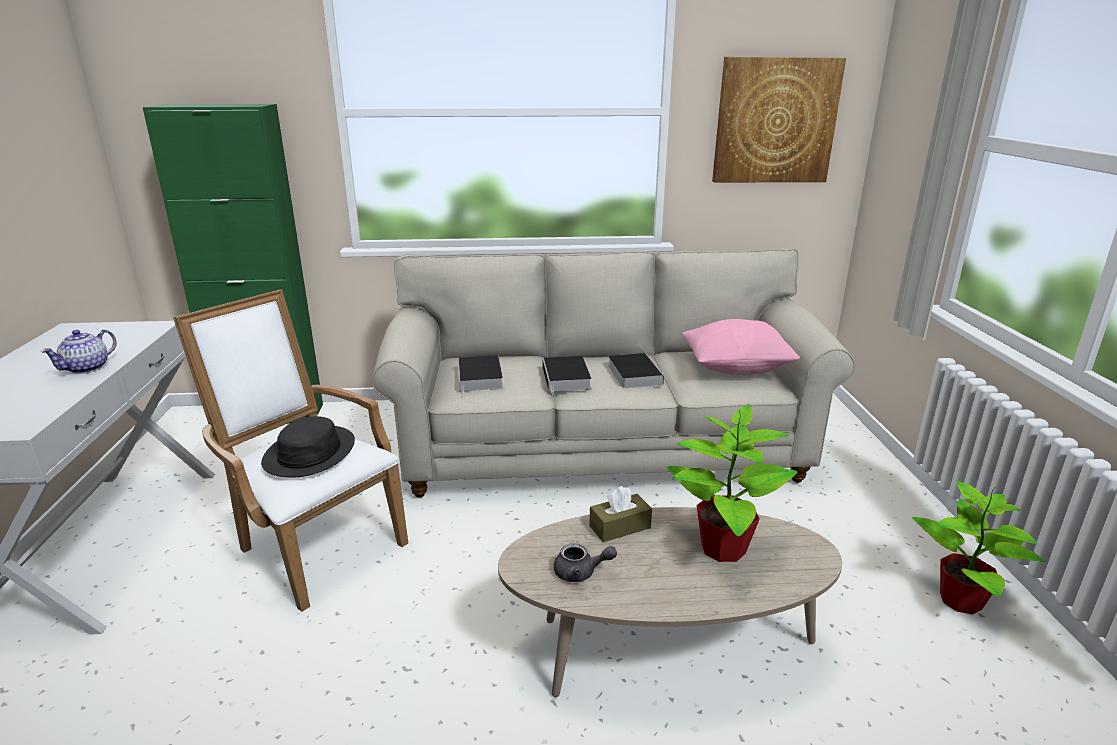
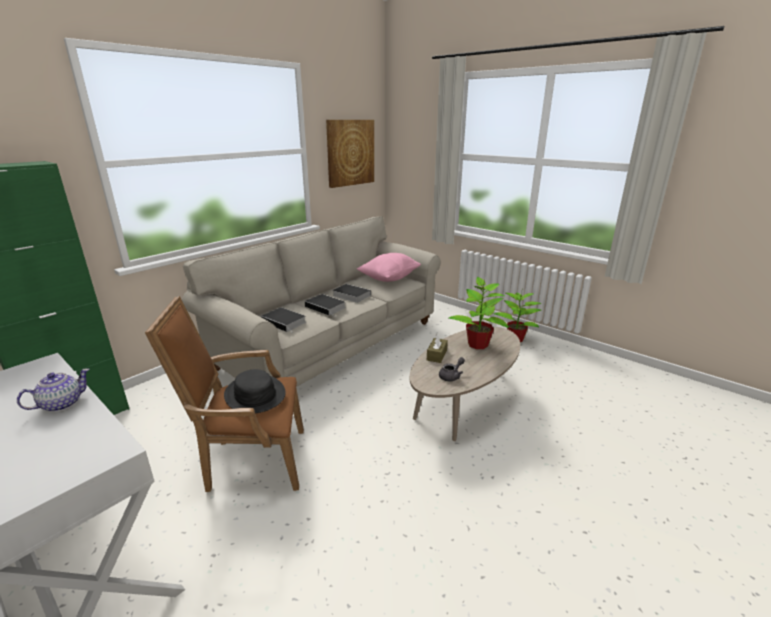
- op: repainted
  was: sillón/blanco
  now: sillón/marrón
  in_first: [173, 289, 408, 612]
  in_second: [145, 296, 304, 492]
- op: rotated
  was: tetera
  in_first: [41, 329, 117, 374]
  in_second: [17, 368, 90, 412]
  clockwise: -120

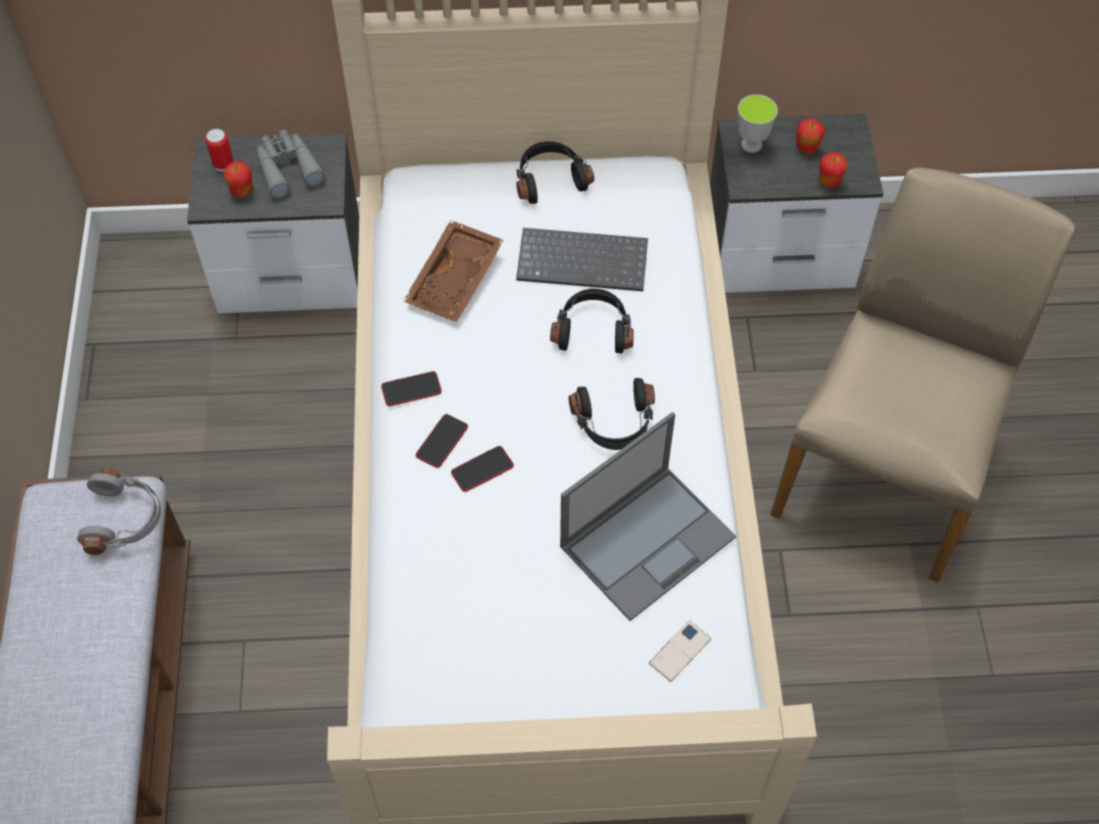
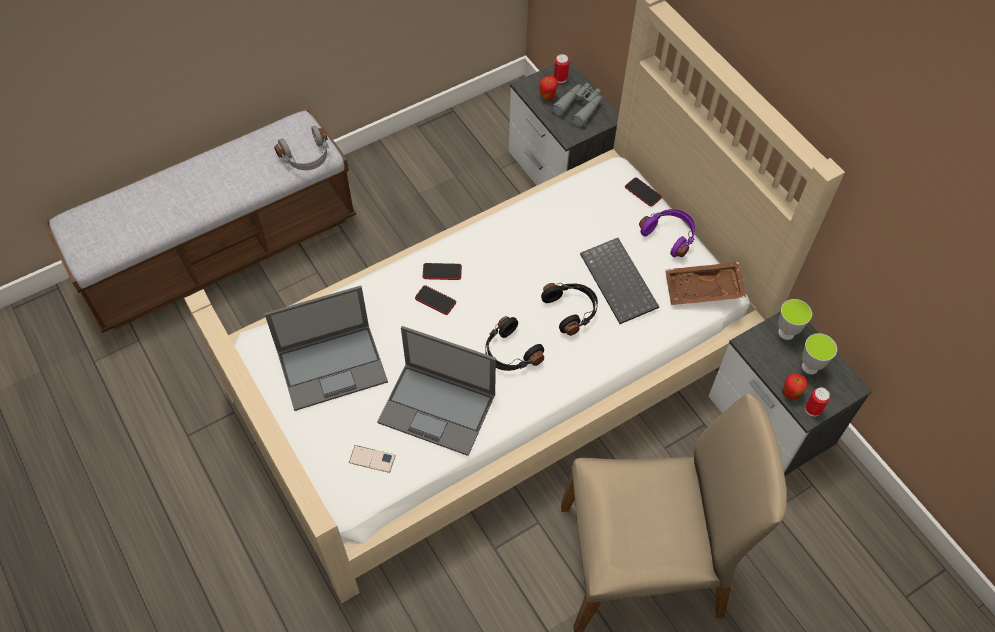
- op: new
  now: portátil
  in_second: [264, 286, 388, 411]
- op: new
  now: lata
  in_second: [805, 387, 830, 417]
- op: shifted
  was: móvil
  in_first: [381, 371, 442, 406]
  in_second: [625, 177, 662, 207]
- op: shifted
  was: bandeja/marrón
  in_first: [403, 220, 504, 322]
  in_second: [665, 262, 746, 305]
- op: swapped
  was: manzana
  now: taza
  in_first: [796, 118, 825, 154]
  in_second: [802, 333, 837, 375]
- op: repainted
  was: auriculares/negro
  now: auriculares/morado
  in_first: [516, 141, 594, 204]
  in_second: [639, 209, 695, 257]

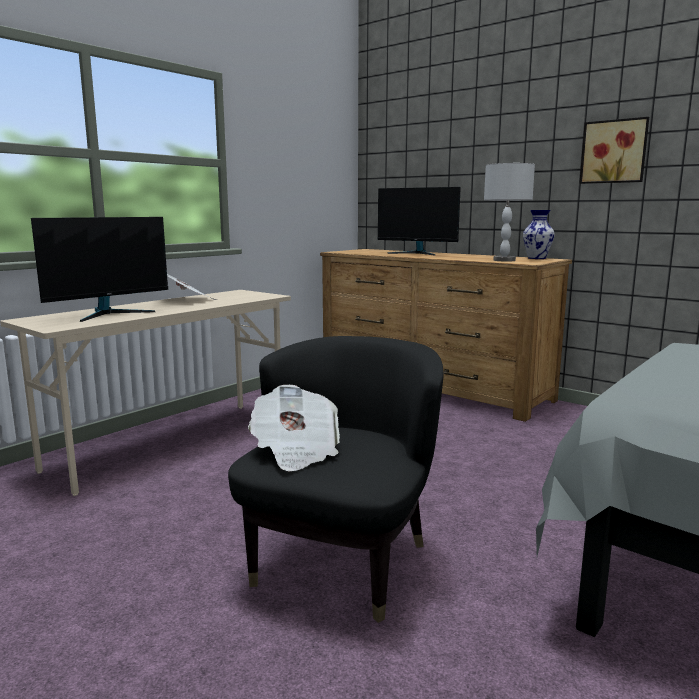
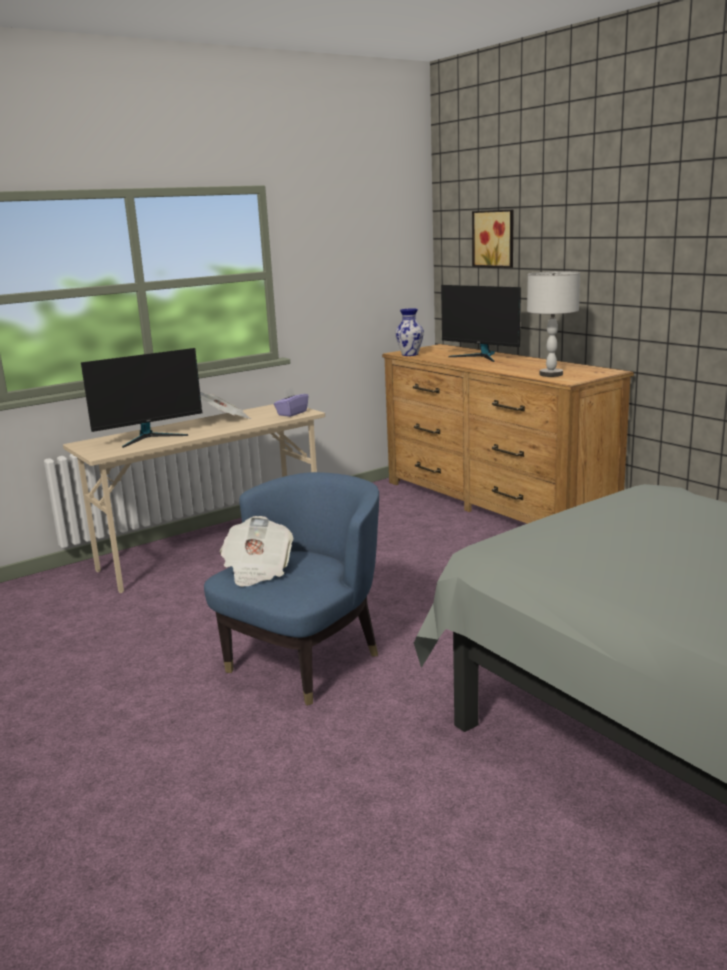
- op: new
  now: caja de pañuelos/morado
  in_second: [274, 387, 309, 417]
- op: shifted
  was: florero
  in_first: [523, 210, 555, 259]
  in_second: [395, 308, 424, 356]
- op: shifted
  was: cuadro
  in_first: [579, 117, 649, 184]
  in_second: [472, 210, 514, 268]
- op: repainted
  was: sillón/negro
  now: sillón/azul
  in_first: [228, 336, 444, 623]
  in_second: [204, 472, 379, 705]

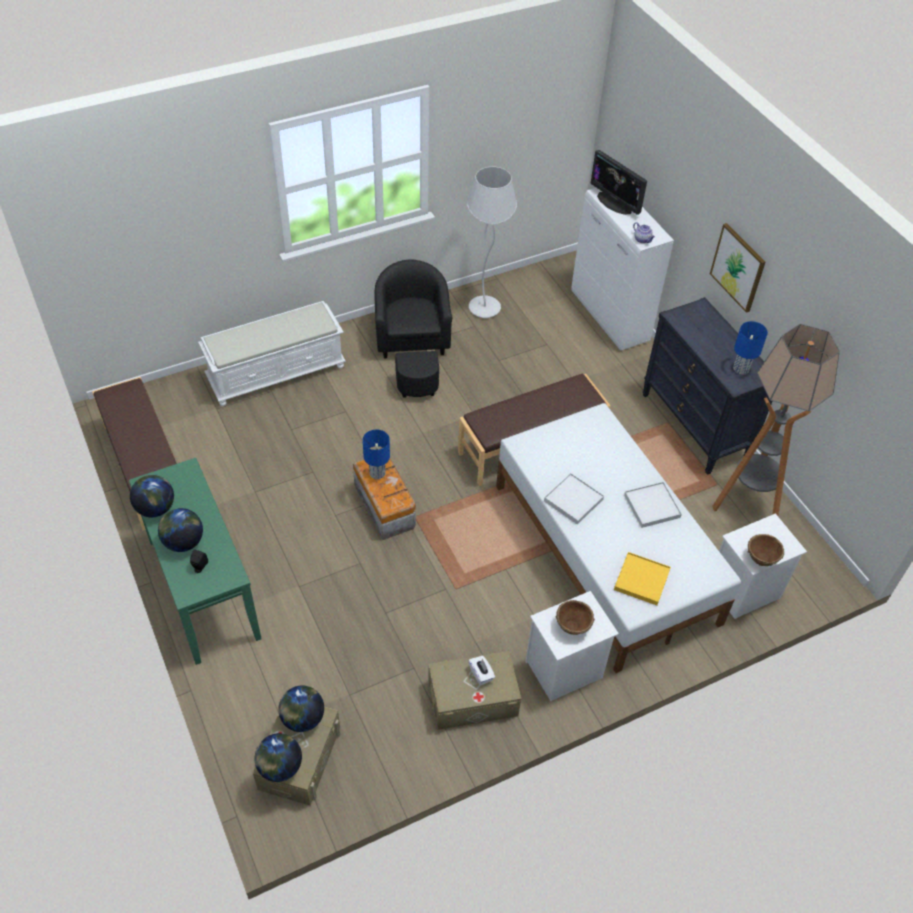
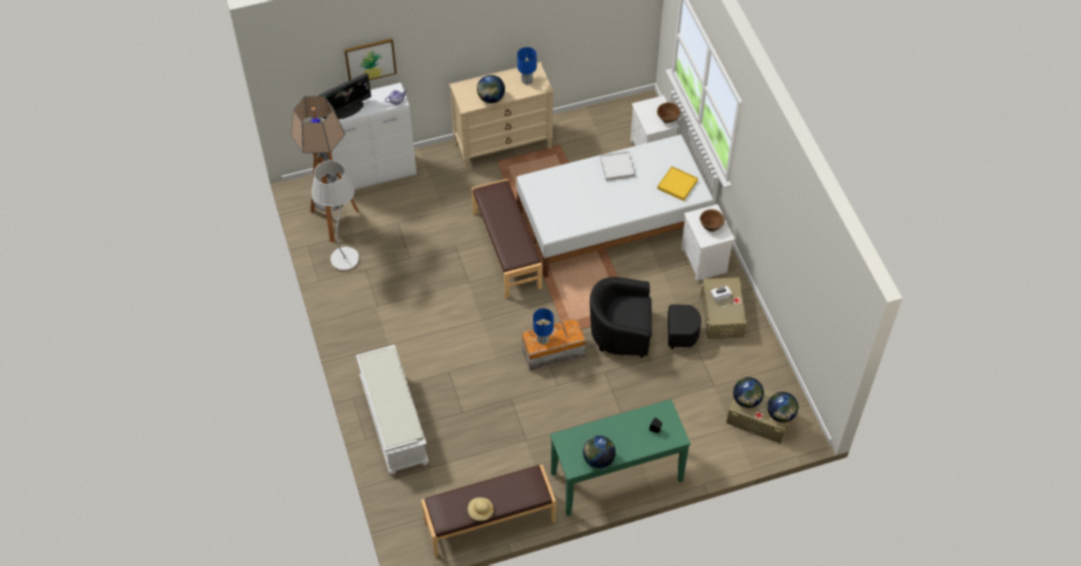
- op: gone
  was: bandeja/blanco
  in_first: [544, 473, 604, 525]
- op: new
  now: sombrero/beis
  in_second: [468, 497, 494, 521]
- op: shifted
  was: globo terráqueo
  in_first: [158, 508, 203, 552]
  in_second: [477, 75, 505, 103]
- op: shifted
  was: sillón/negro
  in_first: [374, 260, 452, 398]
  in_second: [590, 277, 701, 358]
- op: shifted
  was: cuadro
  in_first: [710, 223, 765, 313]
  in_second: [344, 38, 397, 81]
- op: shifted
  was: lámpara de pie
  in_first: [712, 324, 840, 516]
  in_second: [291, 96, 359, 242]
- op: repainted
  was: cómoda/negro
  now: cómoda/beis
  in_first: [643, 297, 772, 475]
  in_second: [449, 62, 554, 170]

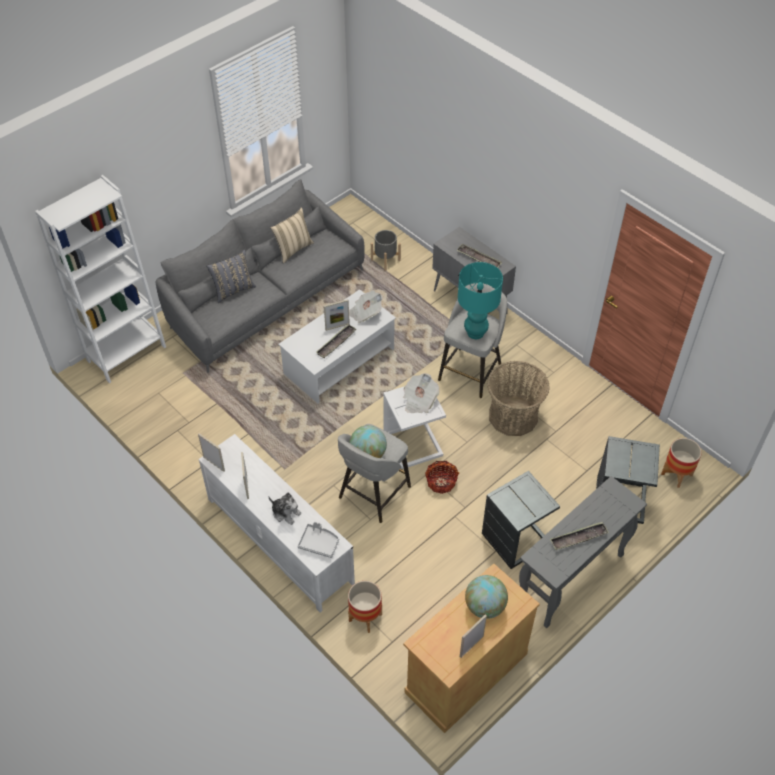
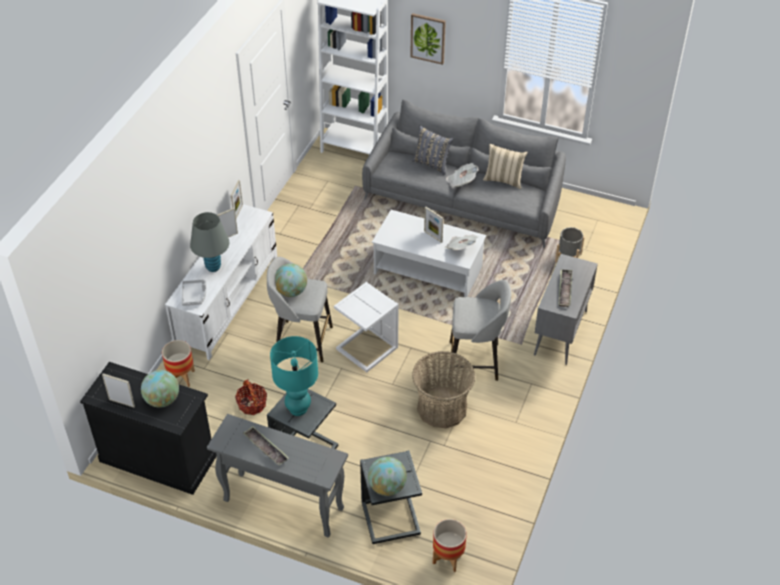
- op: gone
  was: bandeja
  in_first: [316, 324, 356, 358]
- op: new
  now: globo terráqueo
  in_second: [368, 457, 407, 496]
- op: new
  now: cuadro
  in_second: [410, 13, 446, 65]
- op: shifted
  was: periódico
  in_first: [403, 373, 440, 413]
  in_second: [446, 163, 479, 188]
- op: shifted
  was: cesta
  in_first: [425, 461, 459, 494]
  in_second: [235, 380, 267, 415]
- op: shifted
  was: lámpara de mesa/turquesa
  in_first: [458, 262, 503, 339]
  in_second: [270, 336, 318, 416]
- op: swapped
  was: peluche
  now: lámpara de mesa/gris
  in_first: [268, 492, 301, 525]
  in_second: [190, 212, 229, 272]
- op: repainted
  was: armario/beis
  now: armario/negro
  in_first: [403, 563, 540, 733]
  in_second: [80, 362, 217, 495]

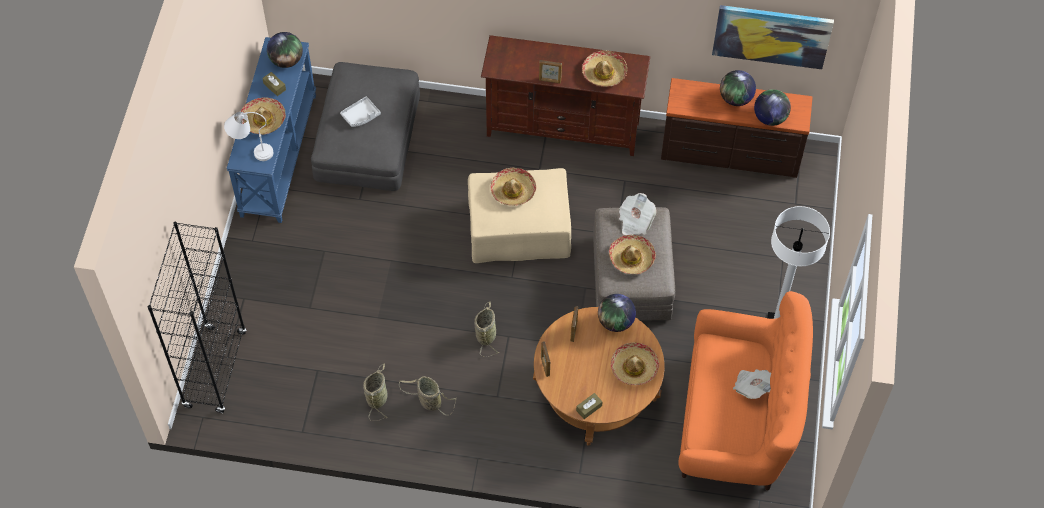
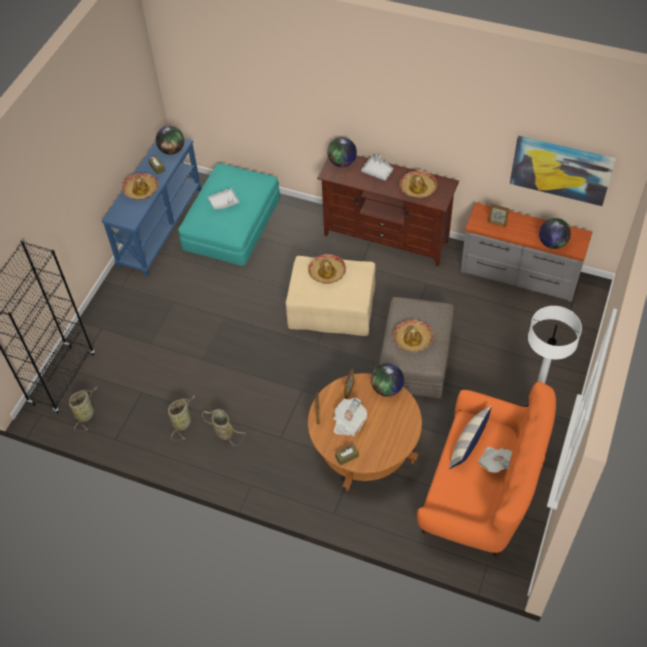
- op: gone
  was: lámpara de mesa/blanco
  in_first: [224, 112, 273, 161]
- op: gone
  was: sombrero
  in_first: [611, 342, 659, 385]
- op: new
  now: bandeja/gris
  in_second: [361, 154, 393, 180]
- op: new
  now: cojín
  in_second: [449, 406, 492, 469]
- op: shifted
  was: cesta
  in_first: [474, 302, 499, 357]
  in_second: [69, 387, 97, 432]
- op: shifted
  was: portarretratos
  in_first: [539, 60, 562, 83]
  in_second: [488, 204, 509, 227]
- op: shifted
  was: periódico
  in_first: [619, 193, 657, 235]
  in_second: [333, 398, 367, 436]
- op: shifted
  was: globo terráqueo
  in_first: [720, 70, 756, 106]
  in_second: [327, 137, 357, 167]
- op: repainted
  was: puf/gris
  now: puf/turquesa
  in_first: [311, 62, 420, 191]
  in_second: [178, 164, 280, 265]
- op: repainted
  was: cómoda/marrón
  now: cómoda/gris
  in_first: [661, 78, 813, 178]
  in_second: [460, 203, 592, 302]

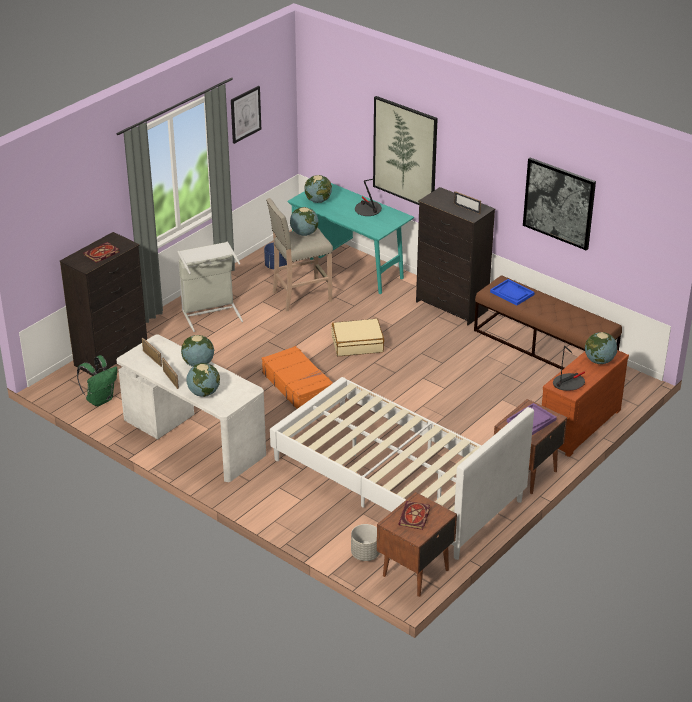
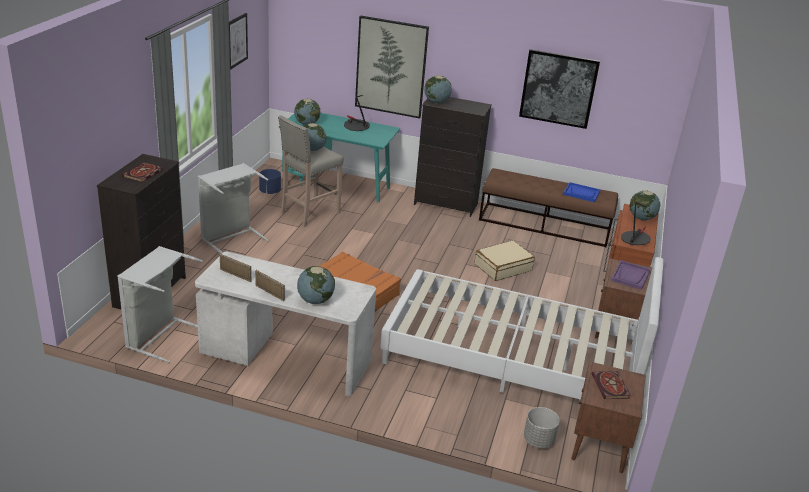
- op: gone
  was: portarretratos
  in_first: [454, 191, 481, 214]
- op: shifted
  was: globo terráqueo
  in_first: [181, 335, 214, 367]
  in_second: [424, 76, 452, 104]
- op: shifted
  was: maleta/beis
  in_first: [332, 318, 384, 356]
  in_second: [475, 240, 535, 281]
- op: shifted
  was: bandeja/azul
  in_first: [490, 279, 535, 306]
  in_second: [563, 182, 600, 202]
- op: swapped
  was: mochila/verde
  now: cesto de la ropa/gris
  in_first: [77, 355, 117, 406]
  in_second: [117, 246, 203, 363]

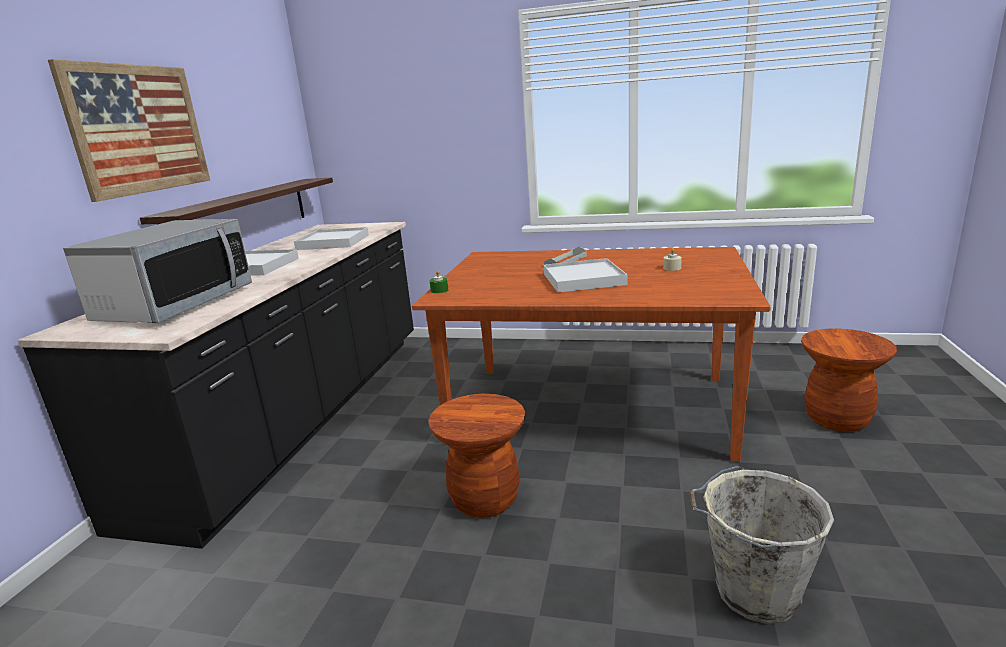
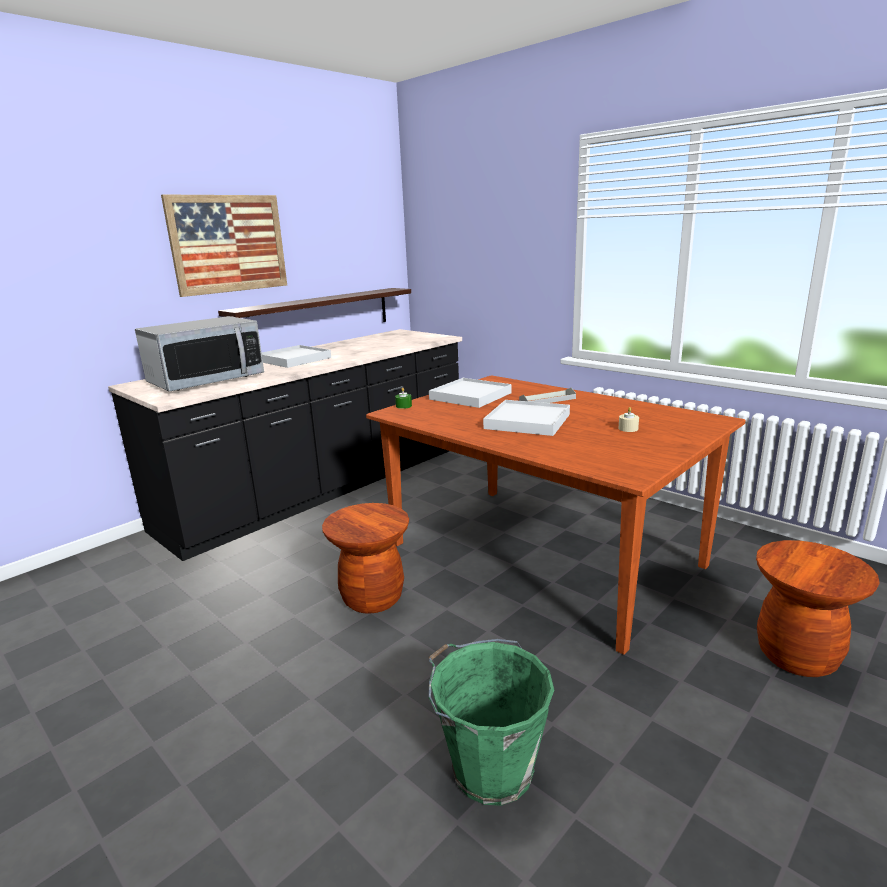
- op: shifted
  was: bandeja/blanco
  in_first: [294, 227, 369, 250]
  in_second: [429, 378, 512, 408]
- op: repainted
  was: cubo/gris
  now: cubo/verde
  in_first: [689, 466, 834, 624]
  in_second: [428, 639, 554, 806]

